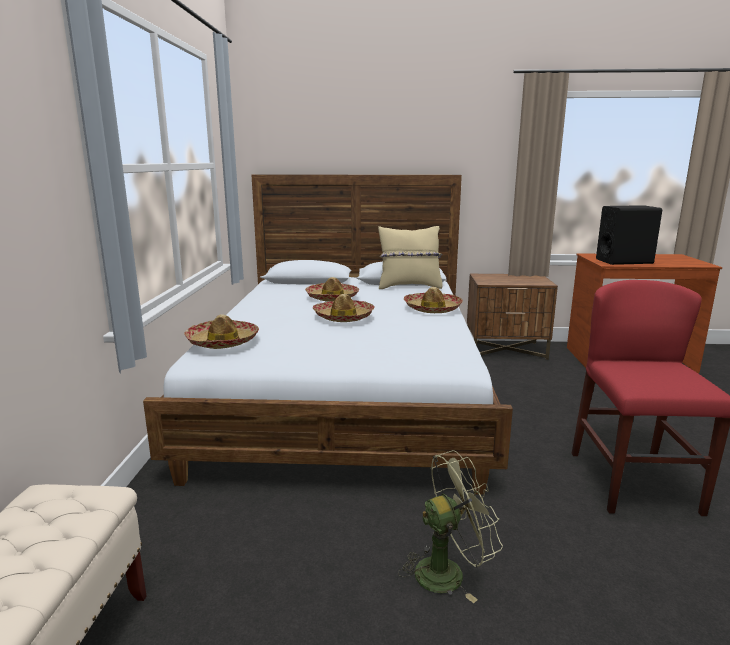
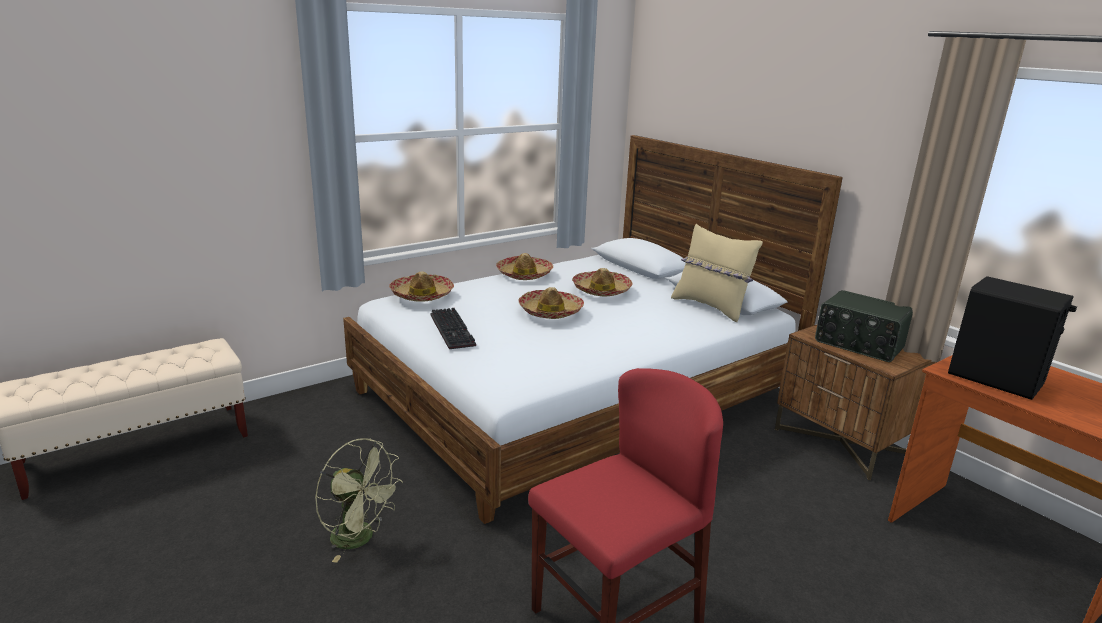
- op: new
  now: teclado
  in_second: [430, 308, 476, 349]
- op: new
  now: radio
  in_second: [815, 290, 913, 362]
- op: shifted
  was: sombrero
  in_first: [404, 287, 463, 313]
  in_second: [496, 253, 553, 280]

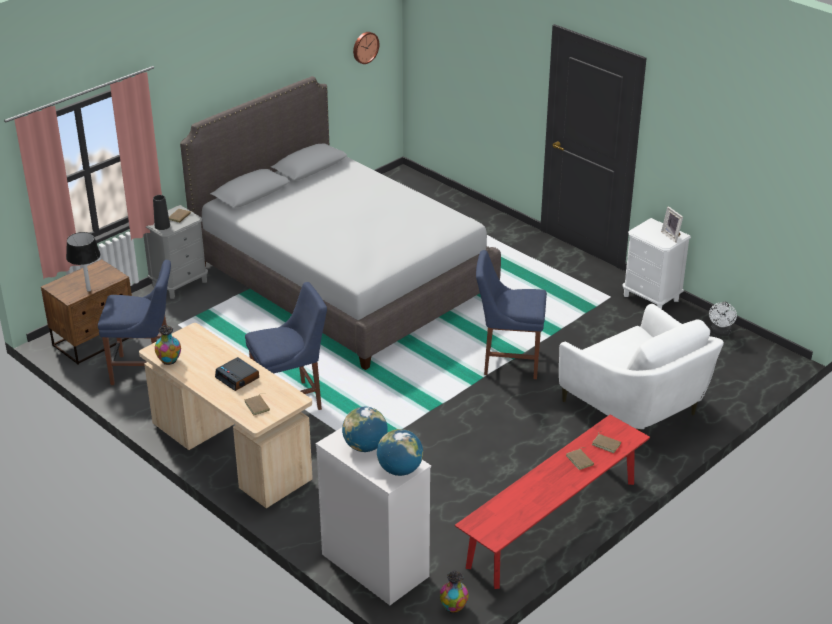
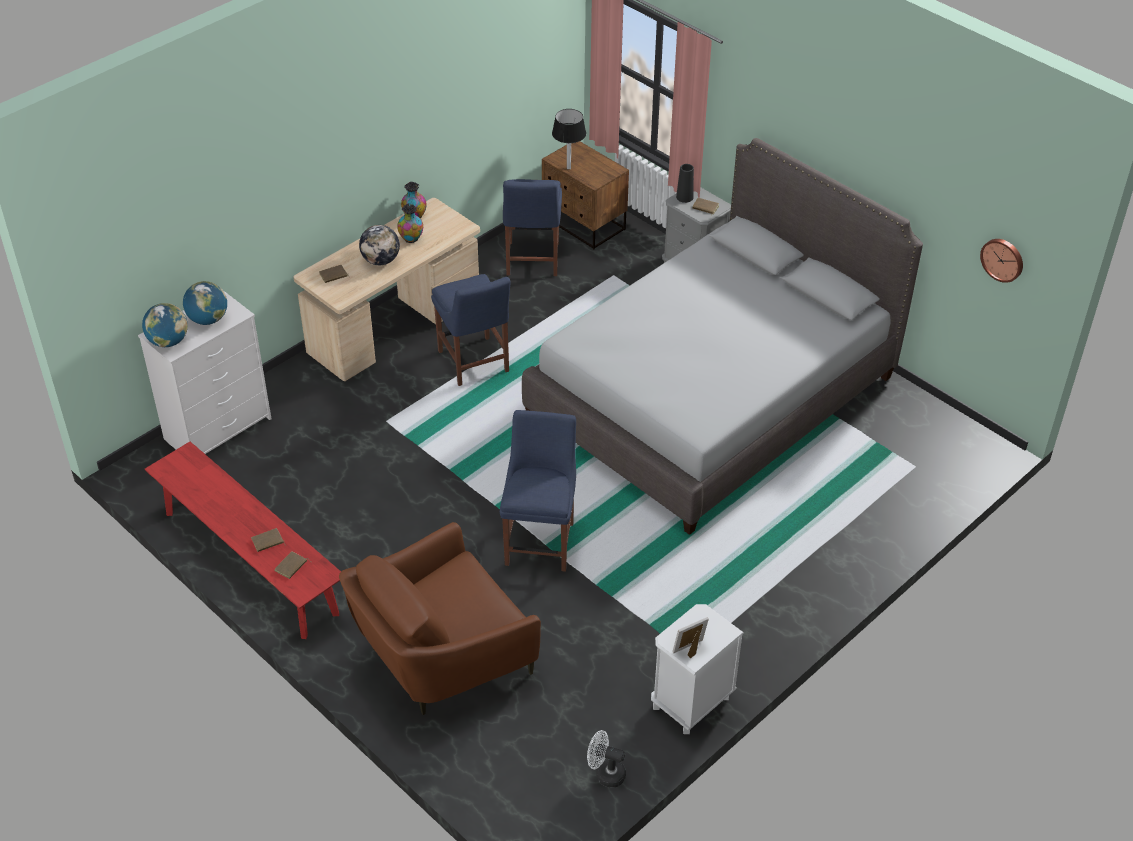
- op: shifted
  was: florero
  in_first: [440, 571, 469, 614]
  in_second: [397, 204, 423, 243]
- op: swapped
  was: despertador
  now: globo terráqueo
  in_first: [215, 357, 259, 391]
  in_second: [359, 225, 400, 265]
- op: repainted
  was: sillón/blanco
  now: sillón/marrón
  in_first: [559, 304, 724, 431]
  in_second: [339, 522, 541, 715]

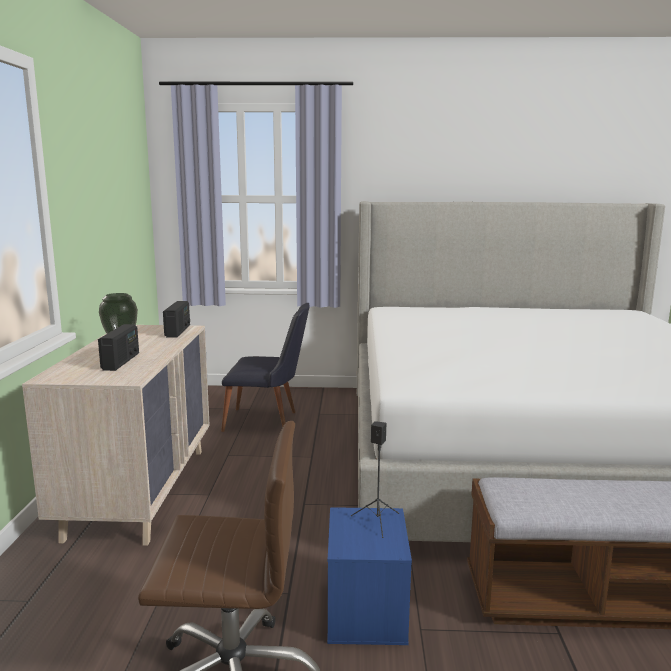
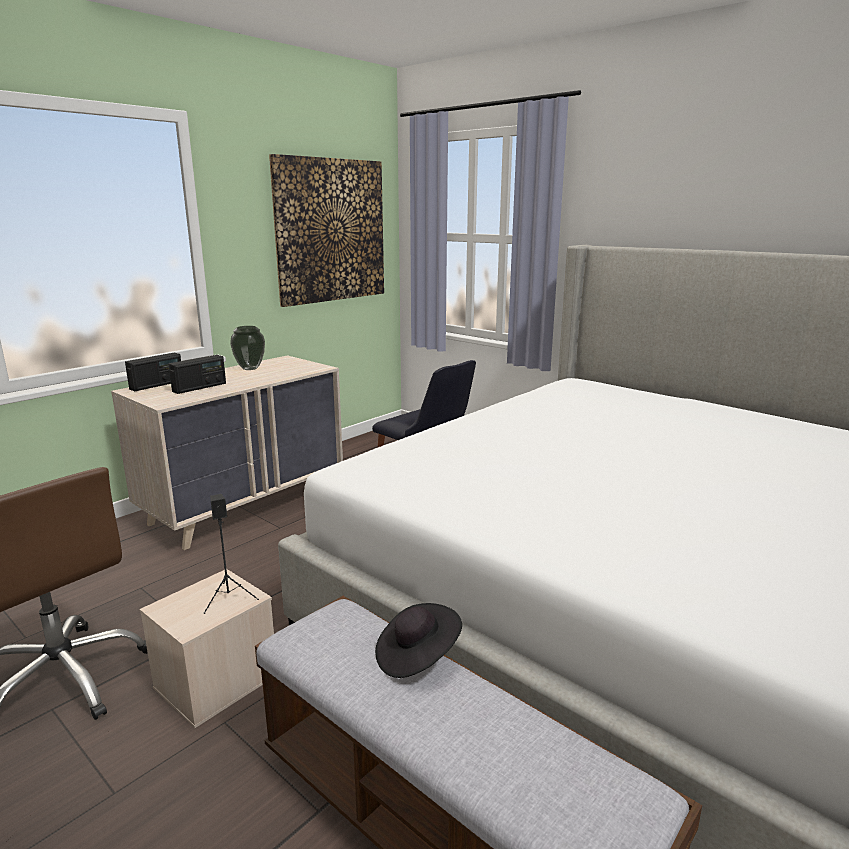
- op: new
  now: cuadro
  in_second: [269, 154, 384, 307]
- op: new
  now: sombrero/negro
  in_second: [375, 603, 462, 678]
- op: shifted
  was: radio
  in_first: [163, 301, 190, 337]
  in_second: [125, 353, 181, 391]
- op: repainted
  was: caja de almacenaje/azul
  now: caja de almacenaje/beis
  in_first: [327, 507, 412, 645]
  in_second: [140, 569, 274, 728]

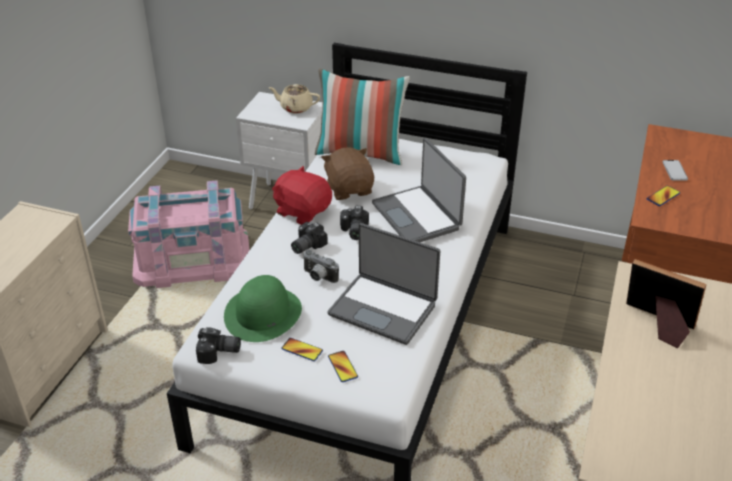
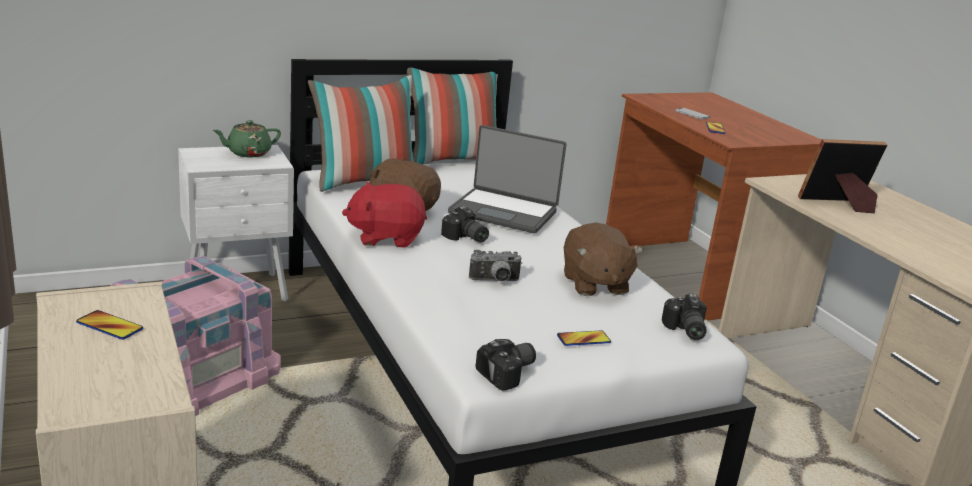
- op: gone
  was: sombrero/verde
  in_first: [224, 275, 302, 342]
- op: new
  now: cojín
  in_second: [407, 68, 498, 164]
- op: shifted
  was: cámara
  in_first: [291, 222, 328, 254]
  in_second: [662, 293, 707, 340]
- op: shifted
  was: móvil
  in_first: [328, 351, 358, 382]
  in_second: [76, 310, 143, 340]
- op: swapped
  was: portátil
  now: peluche/marrón
  in_first: [327, 223, 440, 345]
  in_second: [564, 222, 643, 296]
- op: repainted
  was: tetera/beis
  now: tetera/verde
  in_first: [268, 84, 320, 113]
  in_second: [212, 120, 281, 157]

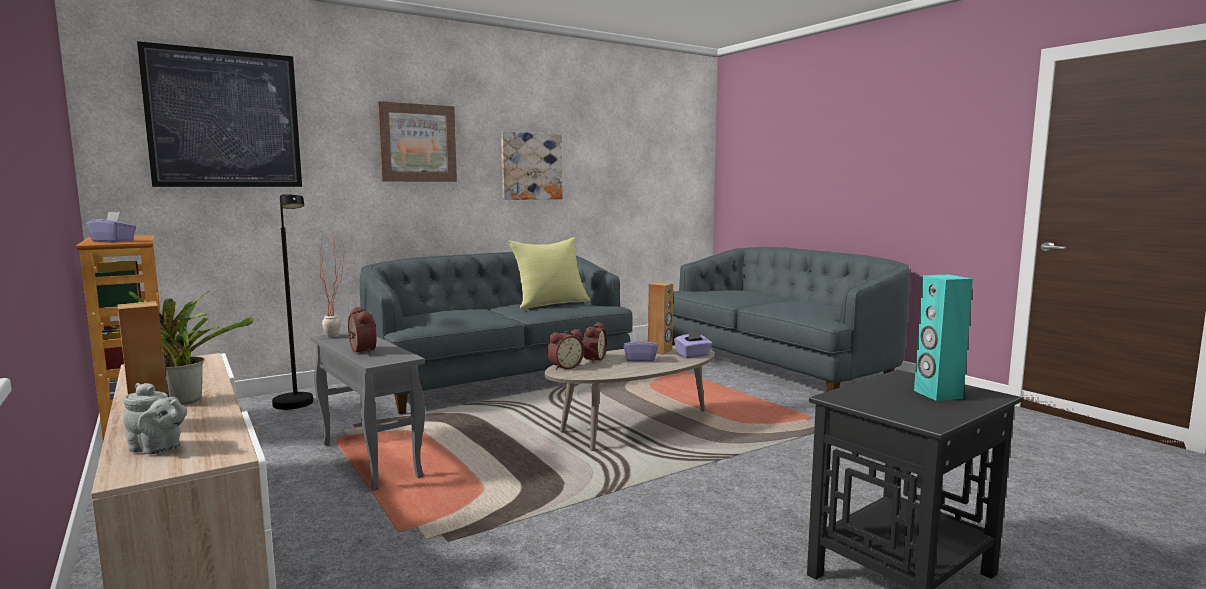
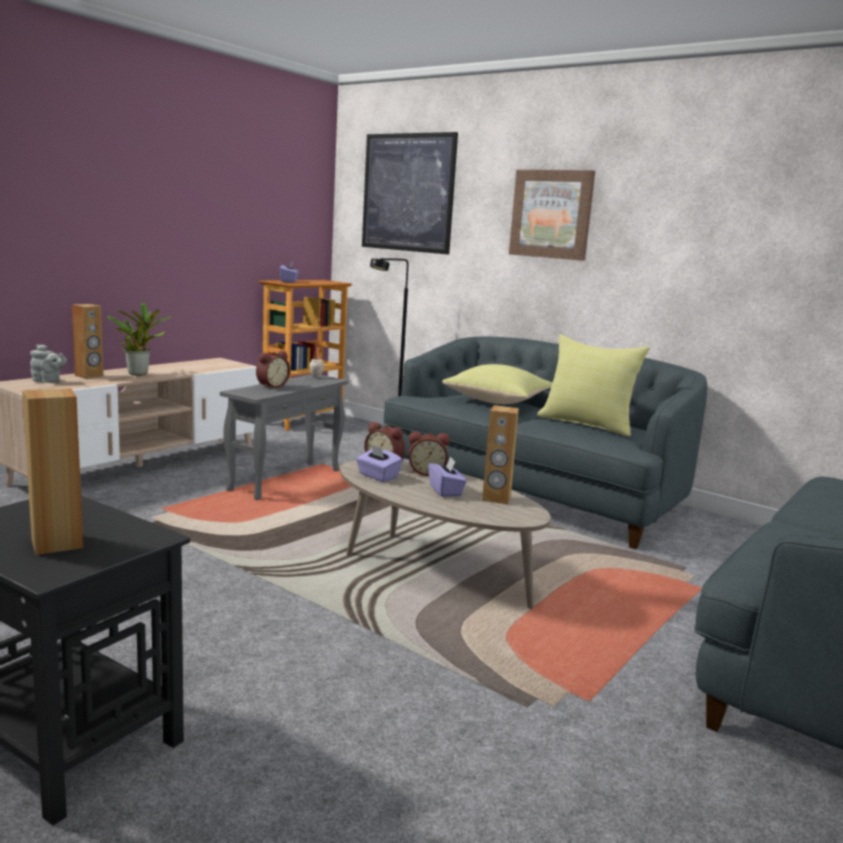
- op: gone
  was: cuadro
  in_first: [501, 131, 562, 200]
- op: new
  now: cojín/amarillo
  in_second: [442, 364, 552, 404]
- op: shifted
  was: caja de pañuelos/morado
  in_first: [674, 330, 712, 358]
  in_second: [356, 444, 402, 482]
- op: repainted
  was: altavoz/turquesa
  now: altavoz/marrón
  in_first: [914, 275, 973, 401]
  in_second: [22, 388, 83, 555]
- op: rotated
  was: tetera/gris
  in_first: [123, 383, 187, 454]
  in_second: [30, 344, 67, 383]
  clockwise: -75

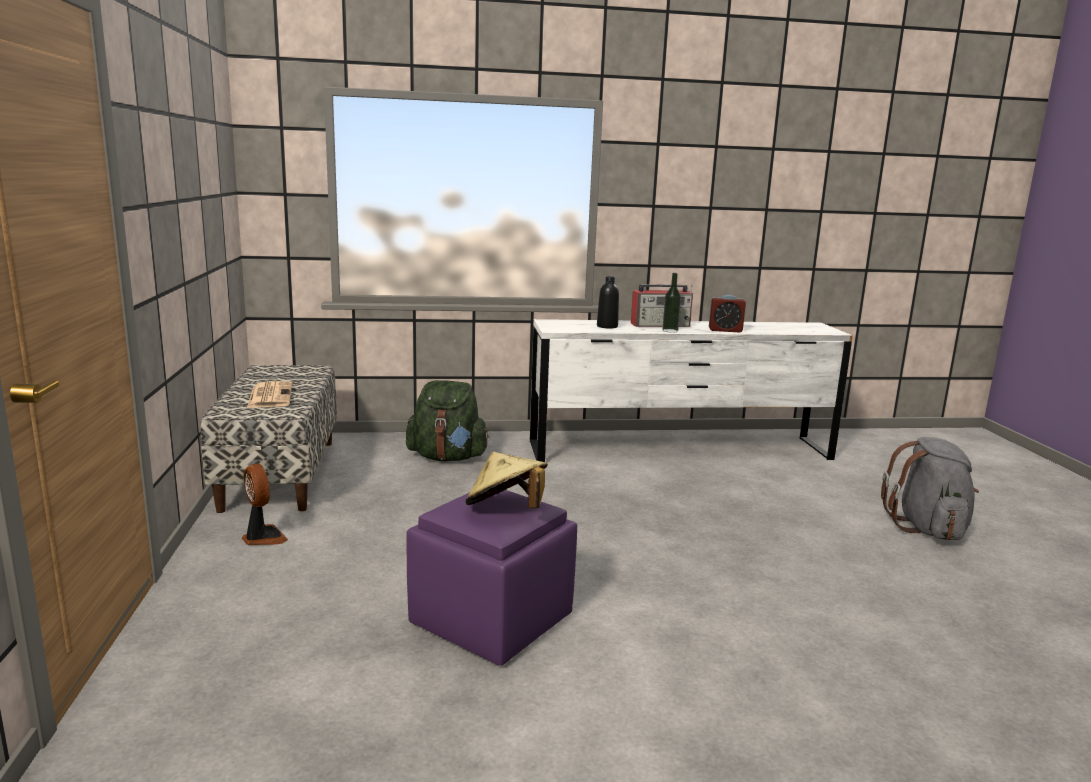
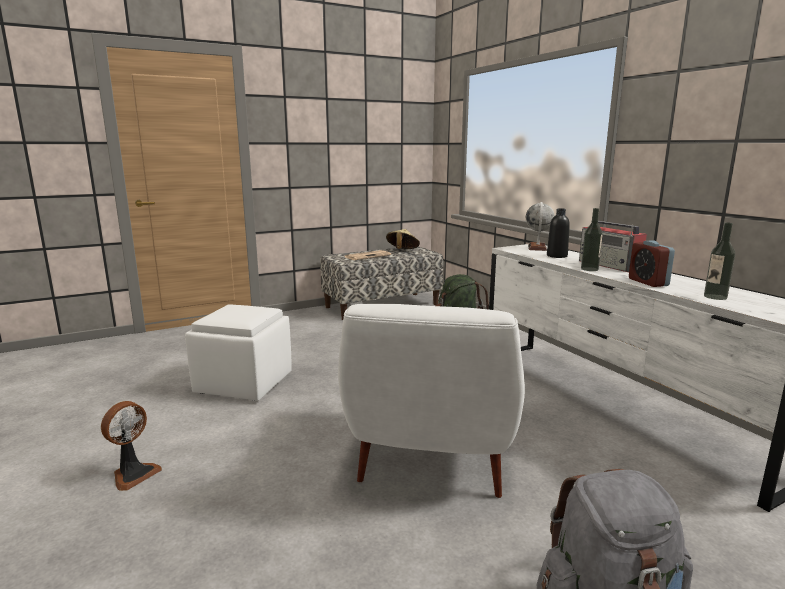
- op: new
  now: sillón/blanco
  in_second: [338, 304, 525, 498]
- op: new
  now: globo terráqueo
  in_second: [526, 202, 555, 251]
- op: new
  now: botella
  in_second: [704, 222, 735, 300]
- op: shifted
  was: ventilador
  in_first: [242, 464, 288, 545]
  in_second: [101, 401, 162, 491]
- op: shifted
  was: sombrero/beis
  in_first: [465, 452, 548, 508]
  in_second: [386, 229, 420, 249]
- op: repainted
  was: puf/morado
  now: puf/blanco
  in_first: [406, 490, 577, 666]
  in_second: [185, 304, 292, 401]

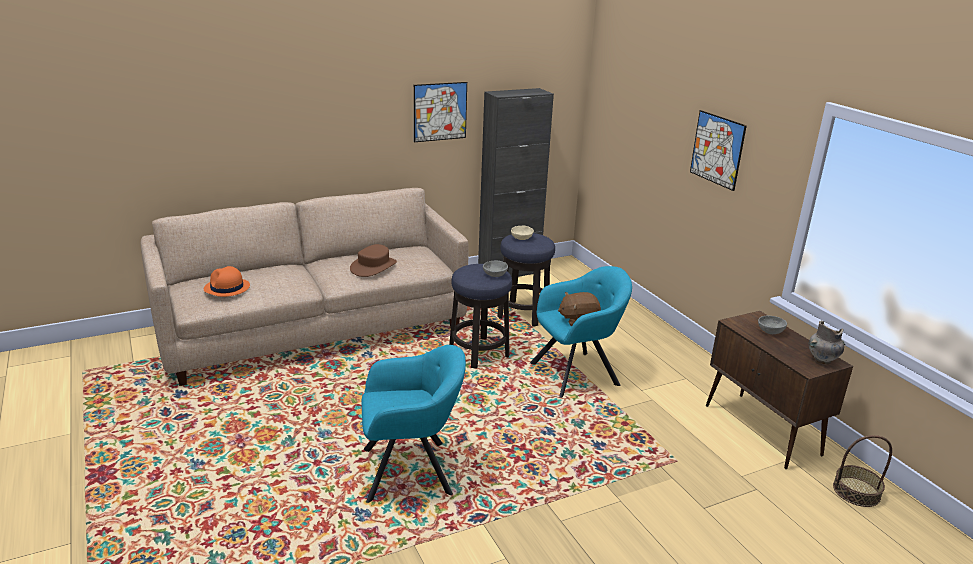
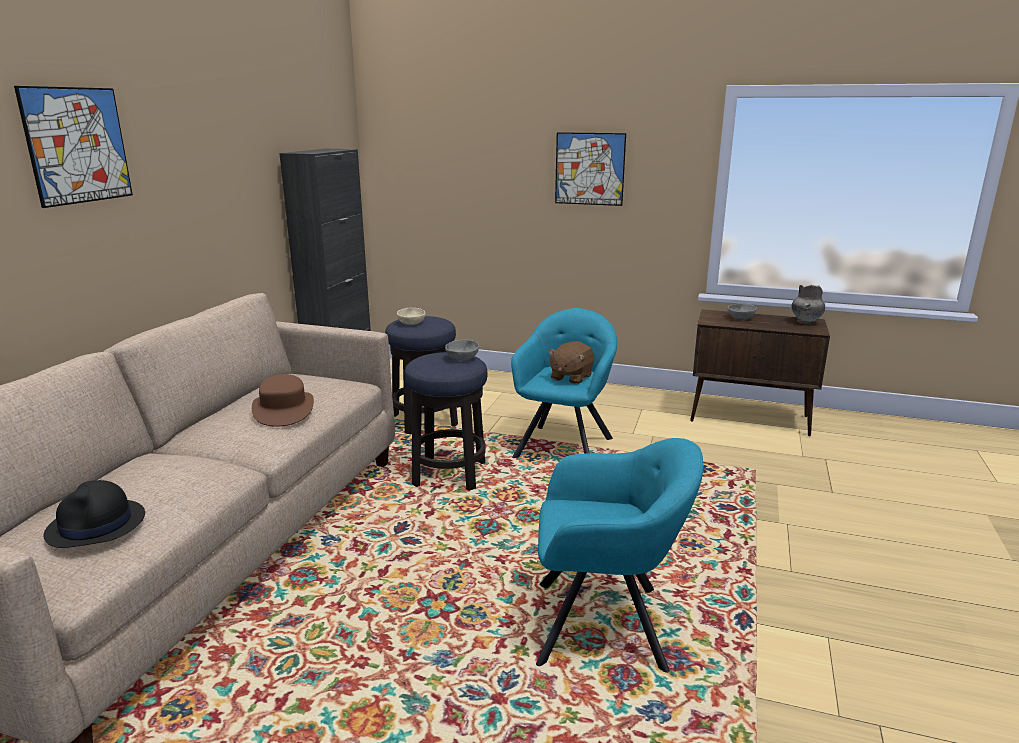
- op: gone
  was: cesta
  in_first: [833, 435, 892, 507]
- op: shifted
  was: cuadro
  in_first: [414, 82, 467, 142]
  in_second: [14, 86, 133, 208]
- op: repainted
  was: sombrero/naranja
  now: sombrero/negro
  in_first: [204, 266, 250, 297]
  in_second: [43, 480, 145, 548]
- op: rotated
  was: sillón/turquesa
  in_first: [361, 345, 466, 503]
  in_second: [536, 438, 703, 673]
  clockwise: 60

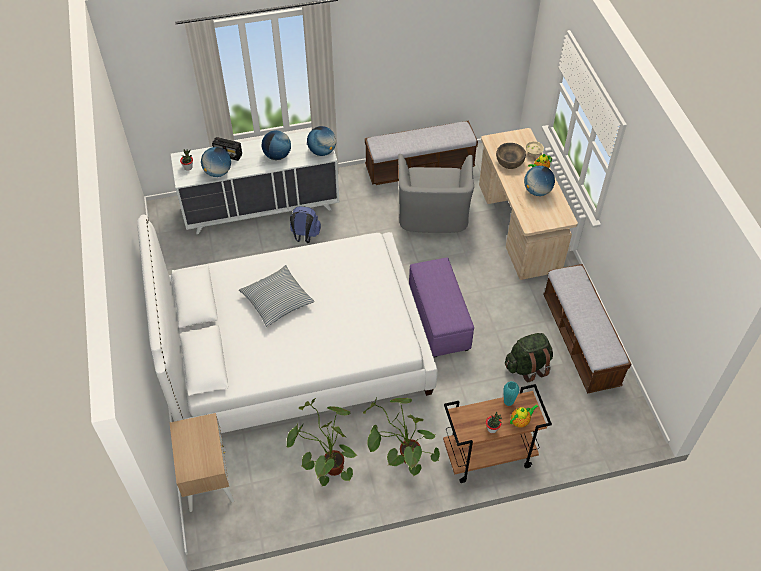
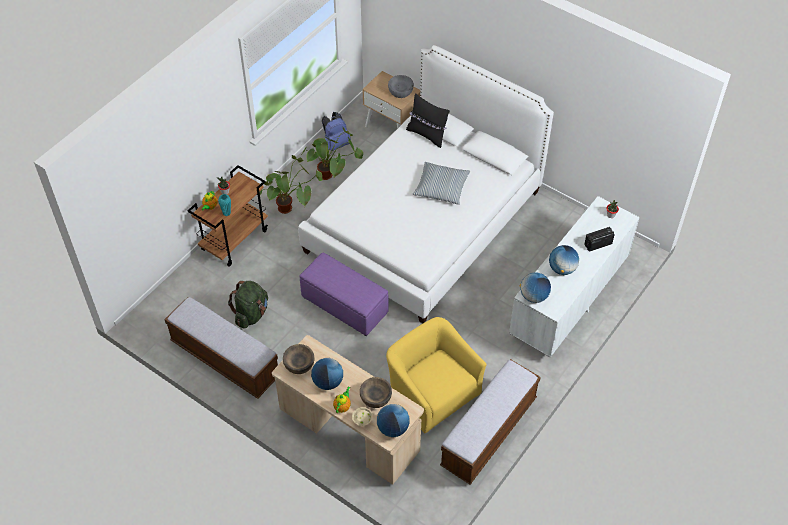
- op: new
  now: cuenco/marrón
  in_second: [283, 344, 315, 374]
- op: new
  now: cuenco/gris
  in_second: [388, 75, 414, 98]
- op: new
  now: cojín/negro
  in_second: [406, 93, 450, 148]
- op: shifted
  was: globo terráqueo
  in_first: [201, 147, 231, 177]
  in_second: [377, 404, 410, 437]
- op: shifted
  was: mochila/azul
  in_first: [290, 206, 321, 243]
  in_second: [322, 112, 351, 151]
- op: repainted
  was: sillón/gris
  now: sillón/amarillo
  in_first: [398, 154, 474, 233]
  in_second: [386, 317, 487, 433]

